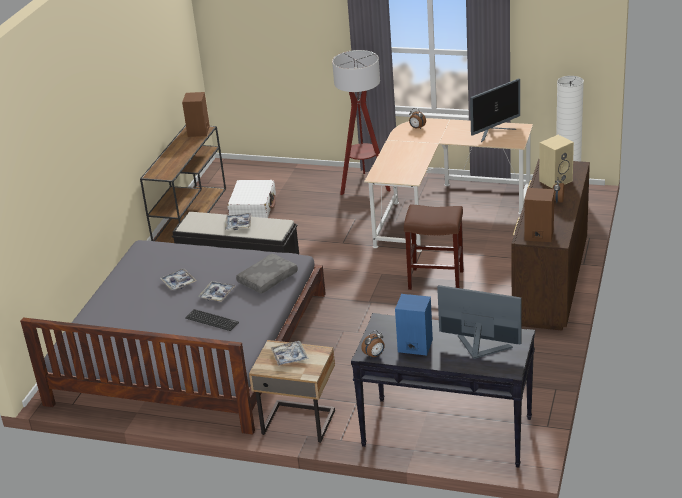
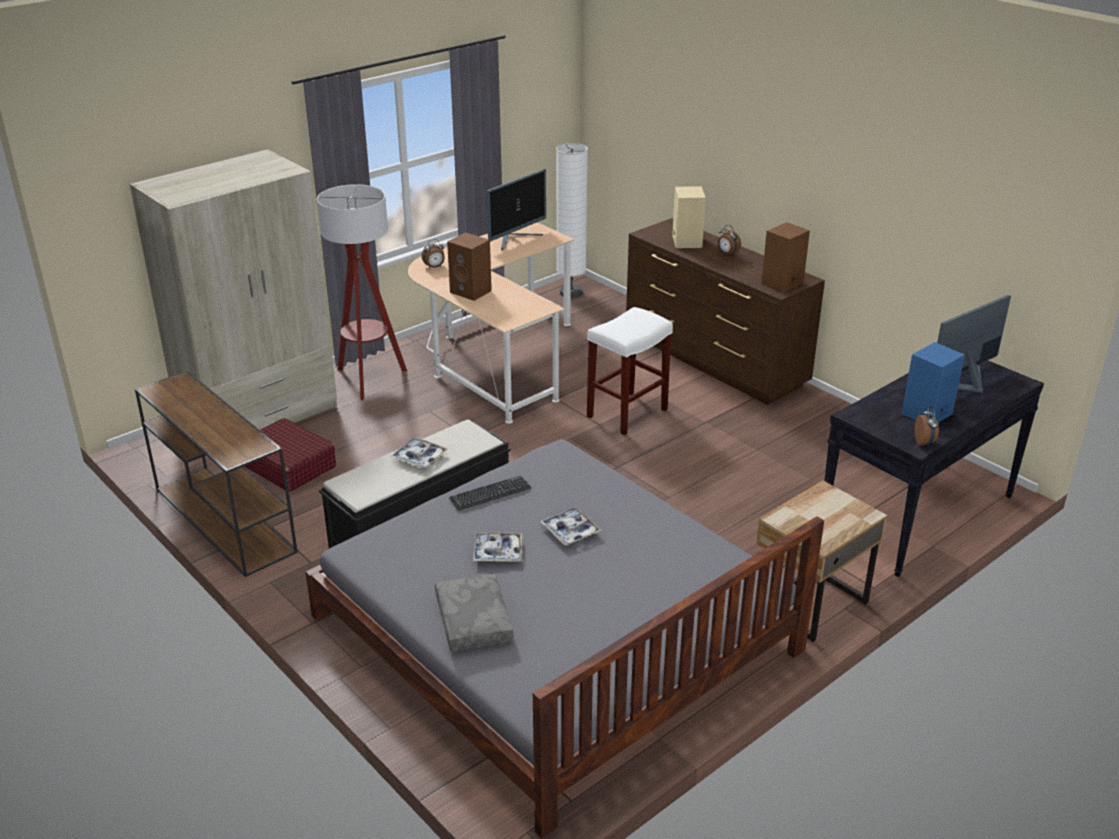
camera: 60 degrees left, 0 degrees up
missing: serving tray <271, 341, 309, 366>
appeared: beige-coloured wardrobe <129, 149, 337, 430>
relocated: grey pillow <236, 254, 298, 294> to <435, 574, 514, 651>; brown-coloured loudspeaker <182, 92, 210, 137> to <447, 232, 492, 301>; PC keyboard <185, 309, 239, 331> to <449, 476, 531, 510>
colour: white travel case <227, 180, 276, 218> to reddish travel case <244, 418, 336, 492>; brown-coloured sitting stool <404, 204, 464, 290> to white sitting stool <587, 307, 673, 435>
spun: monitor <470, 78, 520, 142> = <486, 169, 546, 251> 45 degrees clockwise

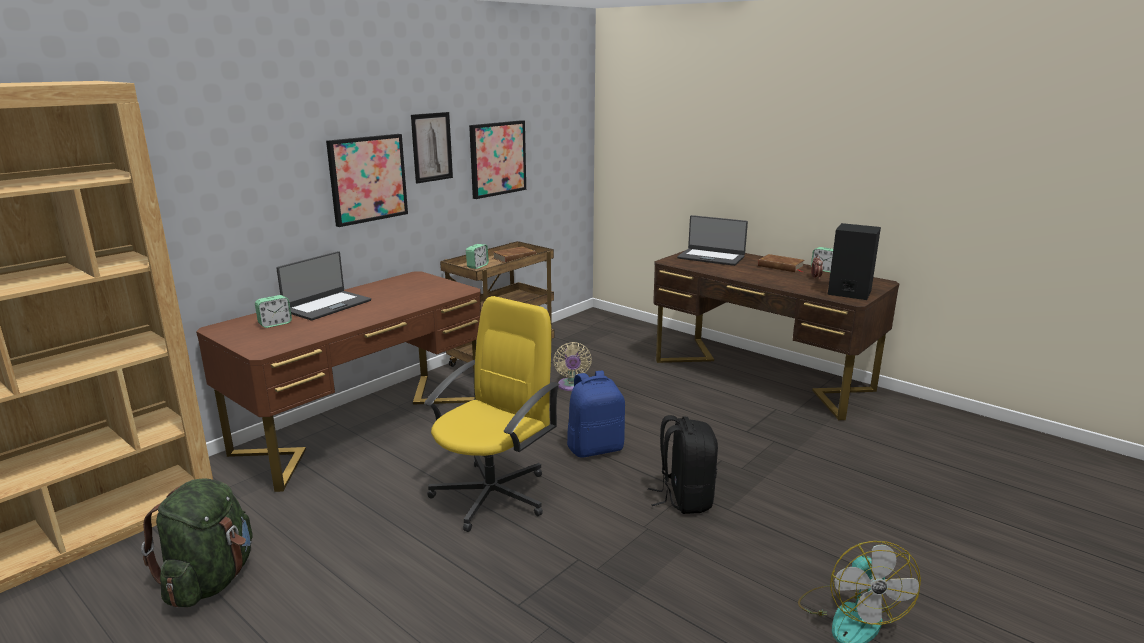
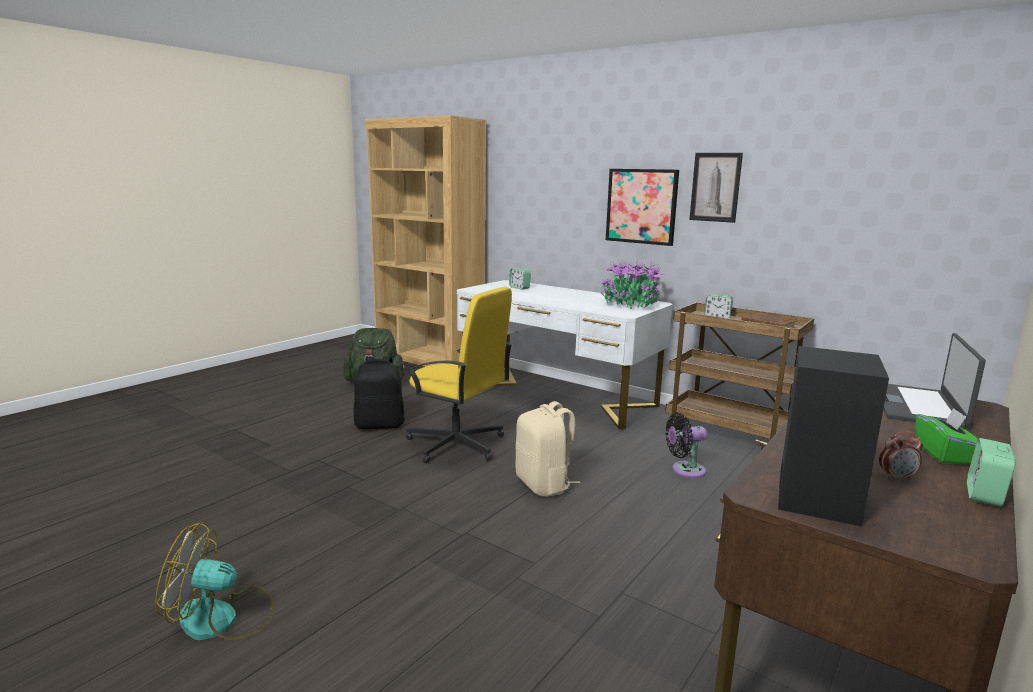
camera: 85 degrees right, 5 degrees down
missing: notebook computer <276, 251, 371, 321>; wall picture <469, 120, 526, 199>
appeared: plant in a pot <599, 259, 665, 309>
relocated: blackish backpack <648, 415, 718, 514> to <354, 357, 405, 429>
exchanged: brown-coloured bound book <758, 254, 804, 272> to greenish box of tissues <916, 408, 978, 465>
colour: brown-coloured desk table <196, 271, 481, 492> to white desk table <457, 280, 673, 430>; blue backpack <567, 370, 625, 458> to beige-coloured backpack <515, 401, 580, 497>; beige-coloured fan <553, 342, 592, 391> to blackish fan <665, 413, 707, 478>

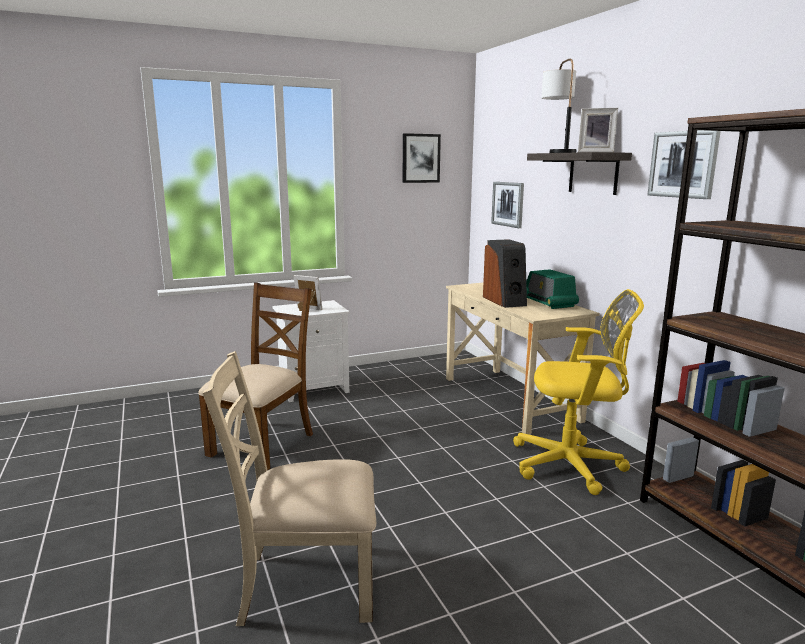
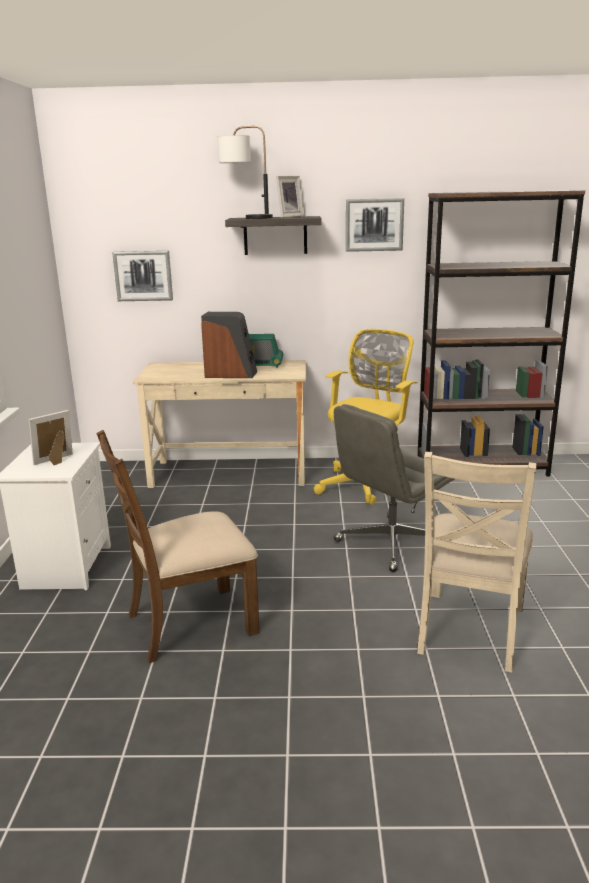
camera: 65 degrees left, 5 degrees up
missing: wall picture <403, 133, 441, 183>
appeared: grey desk chair <334, 404, 455, 572>
spun: brown-coloured chair <198, 282, 313, 471> = <96, 430, 260, 663> 75 degrees counterclockwise

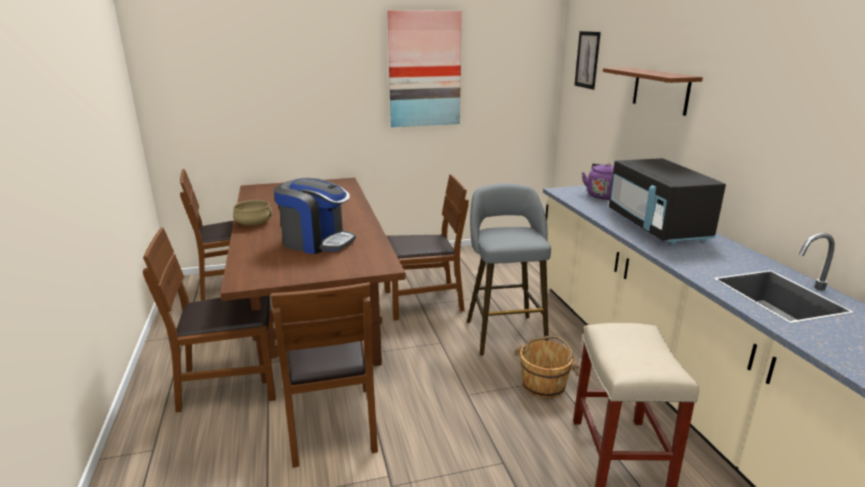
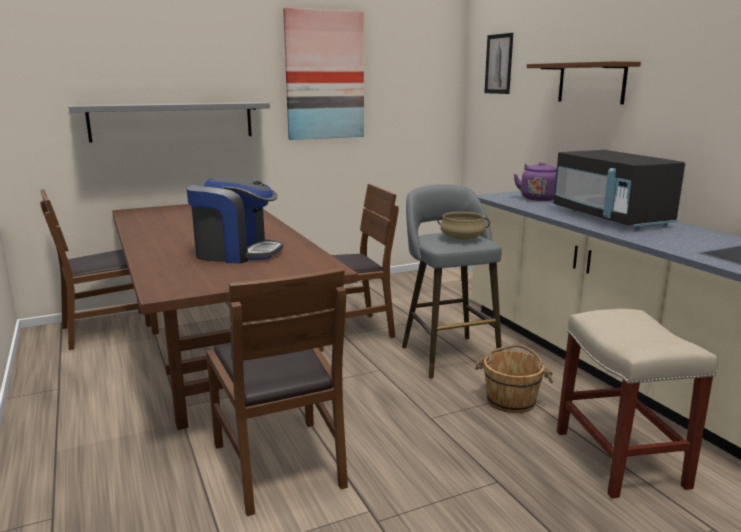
camera: 10 degrees left, 5 degrees down
missing: brown-coloured chair <143, 227, 277, 413>
appeared: grey bracket shelf <69, 102, 270, 143>
relocated: beige-coloured cooking pot <233, 200, 272, 225> to <437, 212, 490, 240>

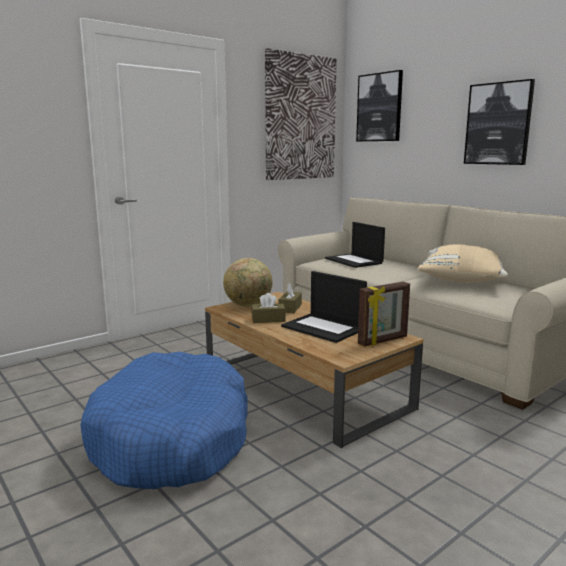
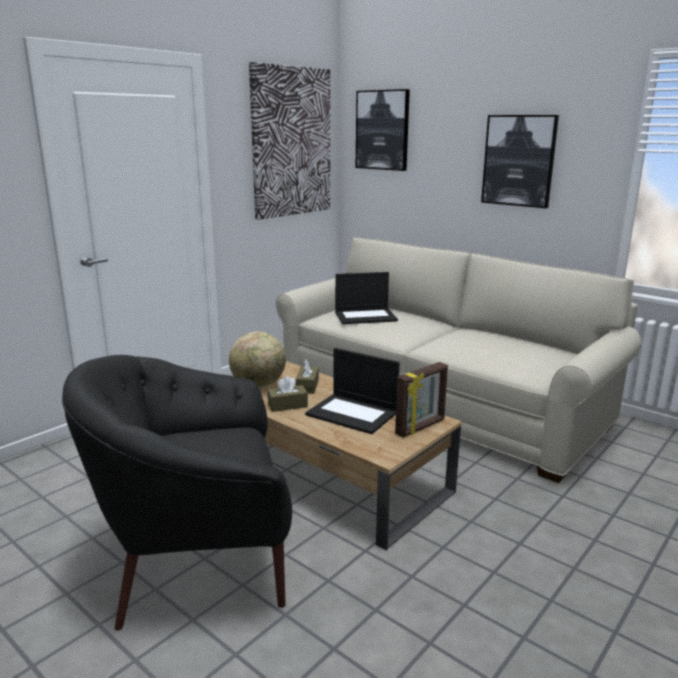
camera: 10 degrees left, 5 degrees up
missing: beige-coloured pillow <418, 244, 508, 283>
exchanged: blue pet bed <80, 352, 248, 489> to blackish armchair <62, 355, 292, 631>
spun: notebook computer <325, 222, 385, 268> = <335, 272, 398, 324> 60 degrees counterclockwise

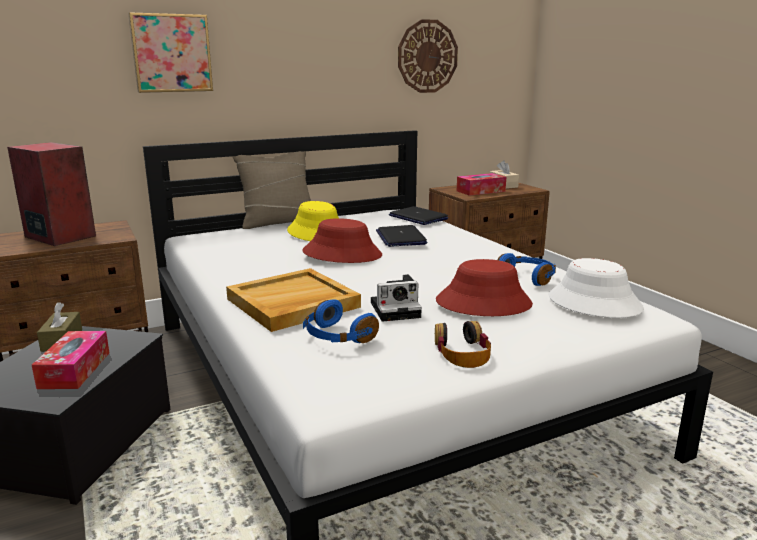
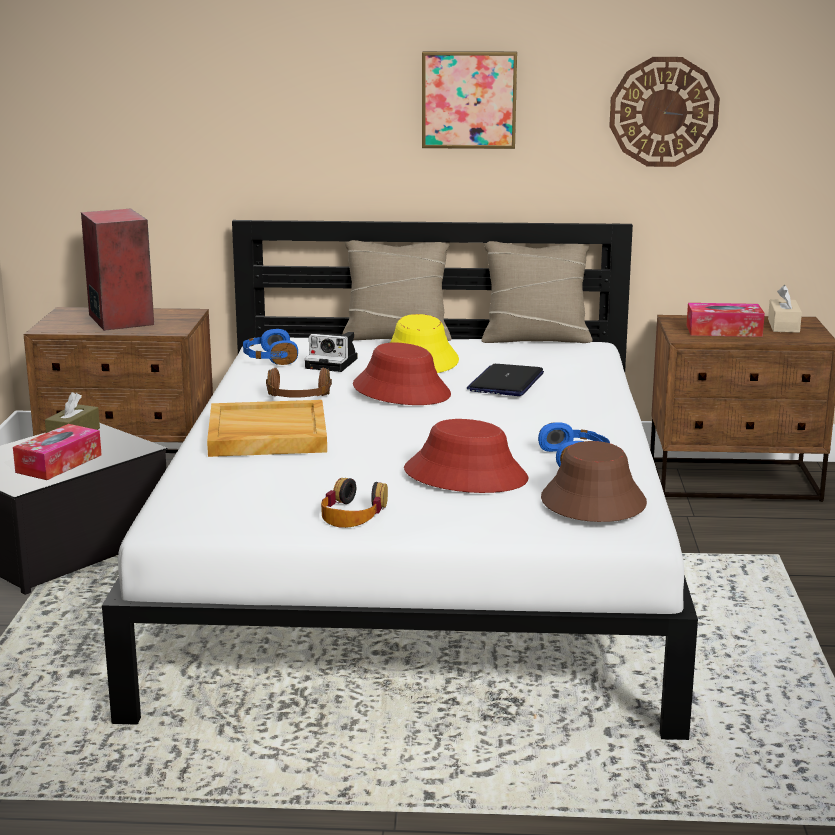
camera: 30 degrees right, 0 degrees up
missing: notebook computer <389, 206, 449, 225>
appeared: brown-coloured headphones <266, 368, 332, 397>; beige-coloured pillow <481, 241, 593, 343>
relocated: blue headphones <303, 300, 379, 343> to <243, 329, 298, 365>; photo camera <371, 274, 422, 322> to <305, 332, 358, 372>; wall picture <128, 12, 213, 93> to <422, 51, 517, 149>
colour: white hat <549, 258, 644, 318> to brown-coloured hat <541, 441, 647, 522>

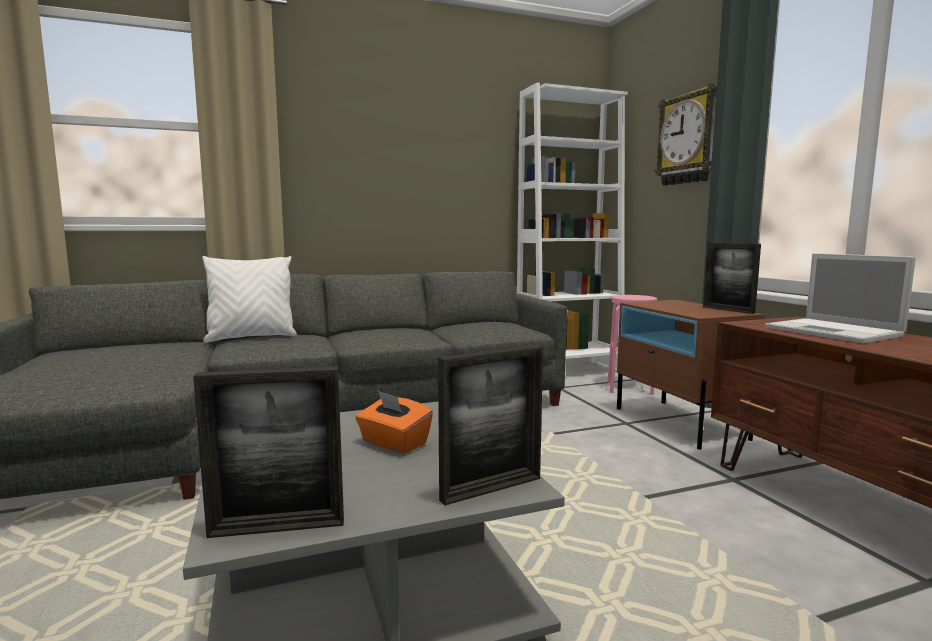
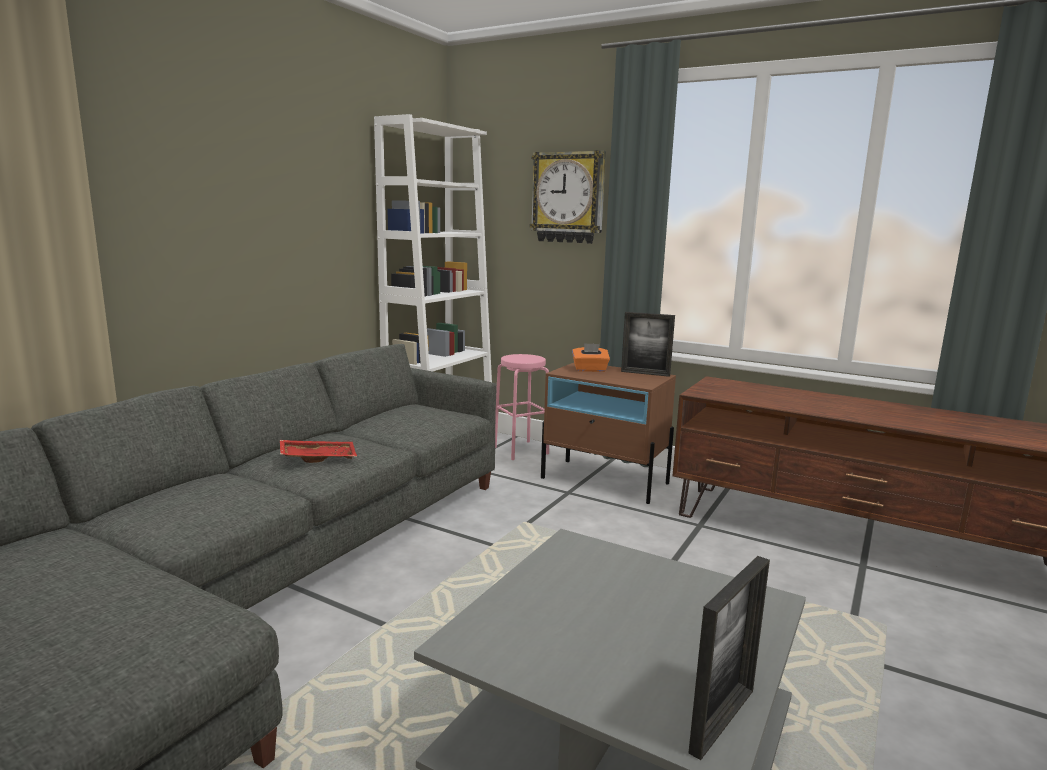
camera: 40 degrees left, 5 degrees up
missing: white pillow <202, 256, 297, 343>; picture frame <438, 345, 543, 505>; notebook computer <765, 253, 916, 343>
appeared: reddish serving tray <280, 440, 357, 463>
relocated: orange-coloured box of tissues <355, 391, 433, 454> to <572, 343, 610, 372>

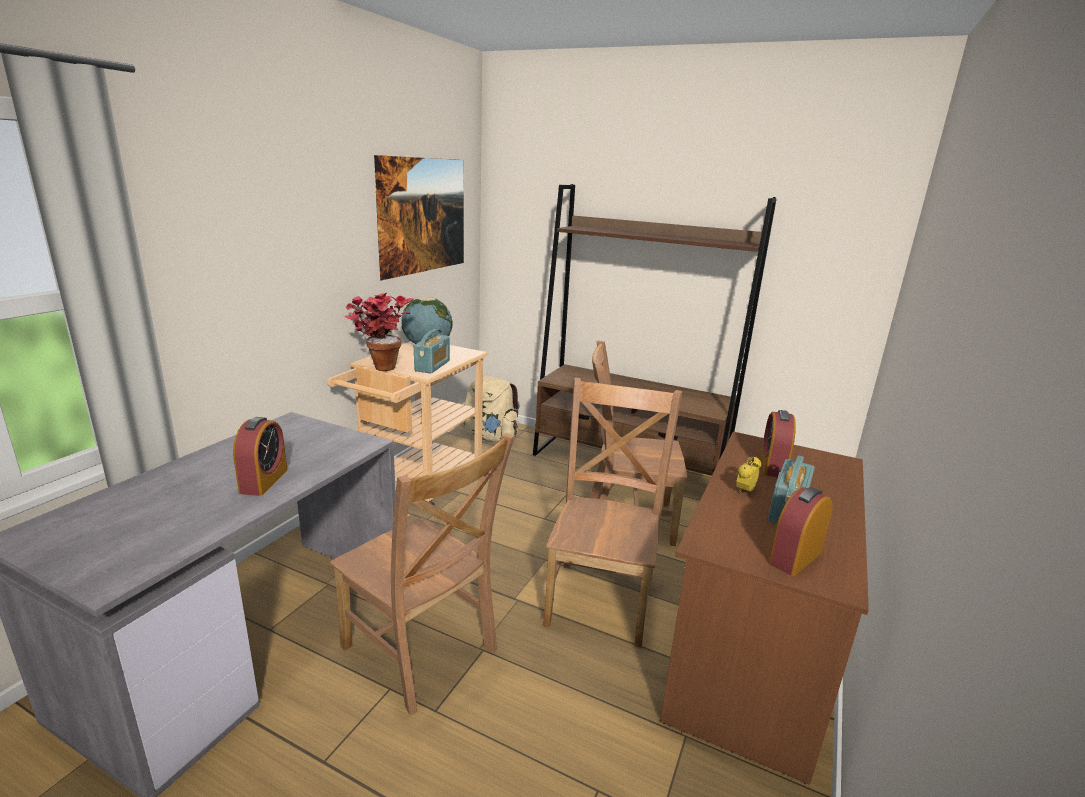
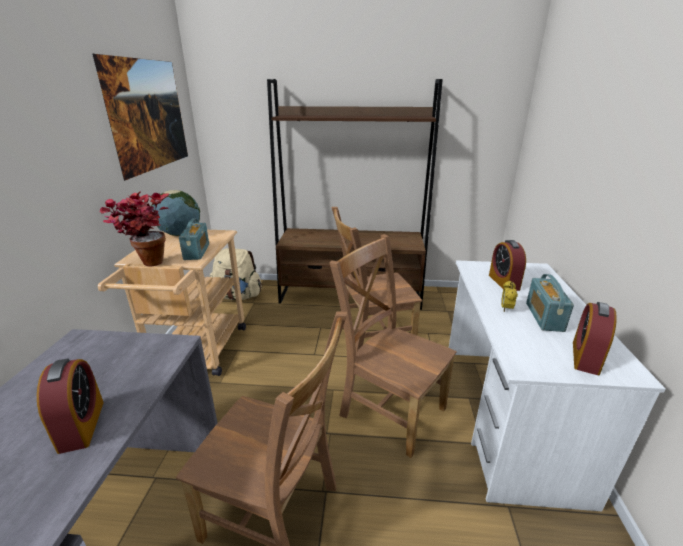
camera: 20 degrees left, 5 degrees up
colour: brown-coloured desk table <660, 432, 869, 785> to white desk table <449, 260, 665, 512>
spun: brown-coloured chair <543, 378, 683, 648> = <330, 234, 457, 458> 45 degrees counterclockwise

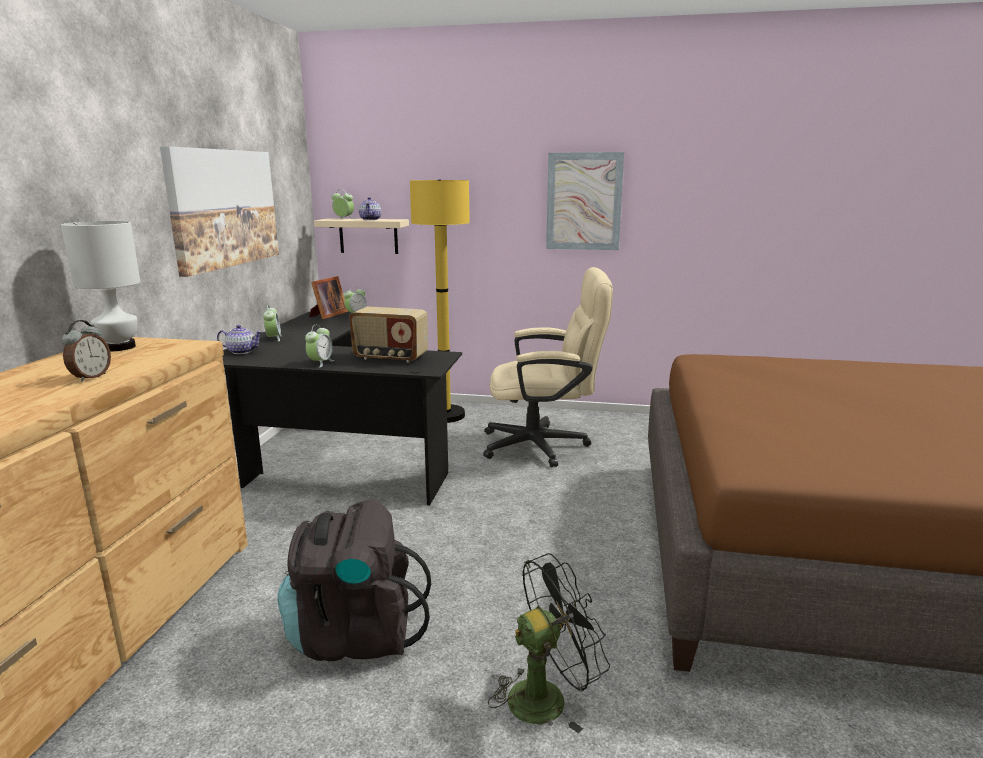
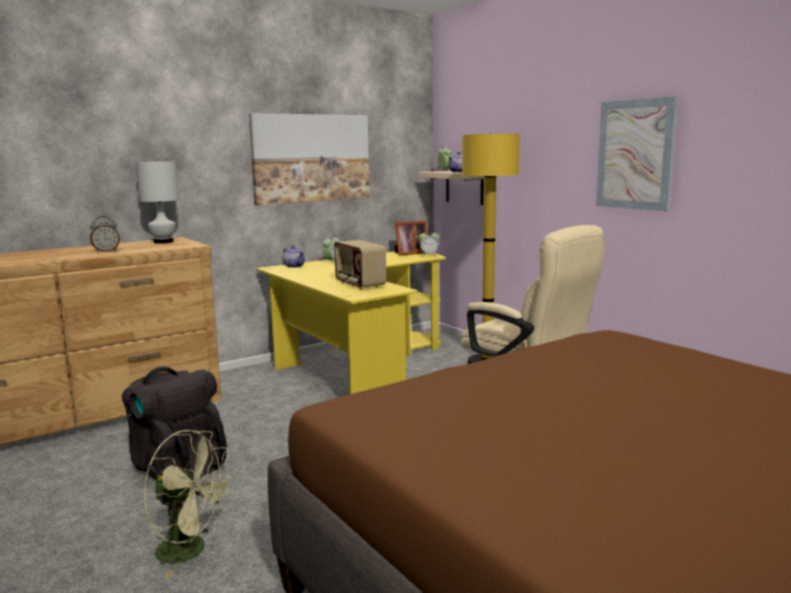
camera: 45 degrees right, 5 degrees down
missing: bedside clock <305, 324, 334, 368>
colour: blackish fan <488, 553, 610, 733> to greenish fan <143, 430, 235, 578>; blackish desk table <222, 311, 462, 505> to yellowish desk table <256, 251, 446, 394>

